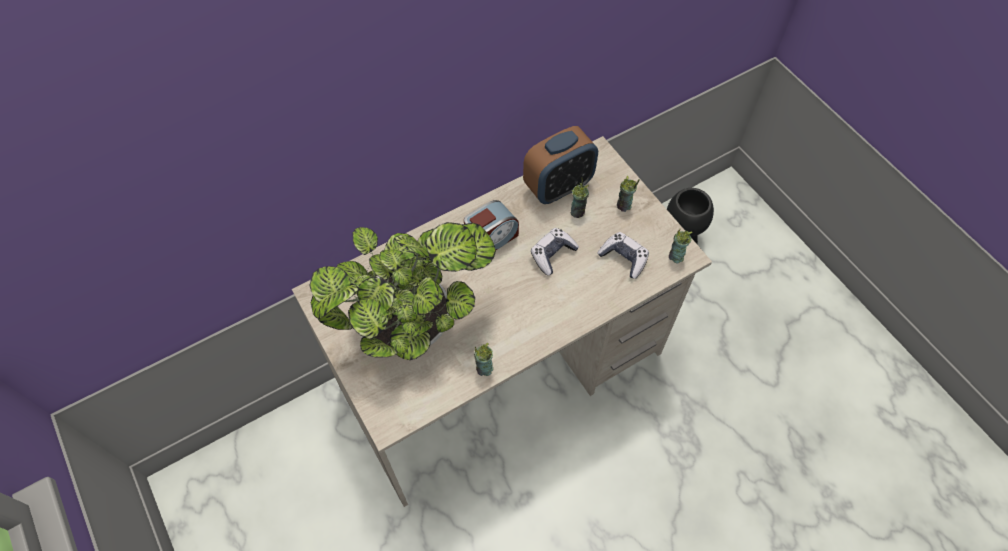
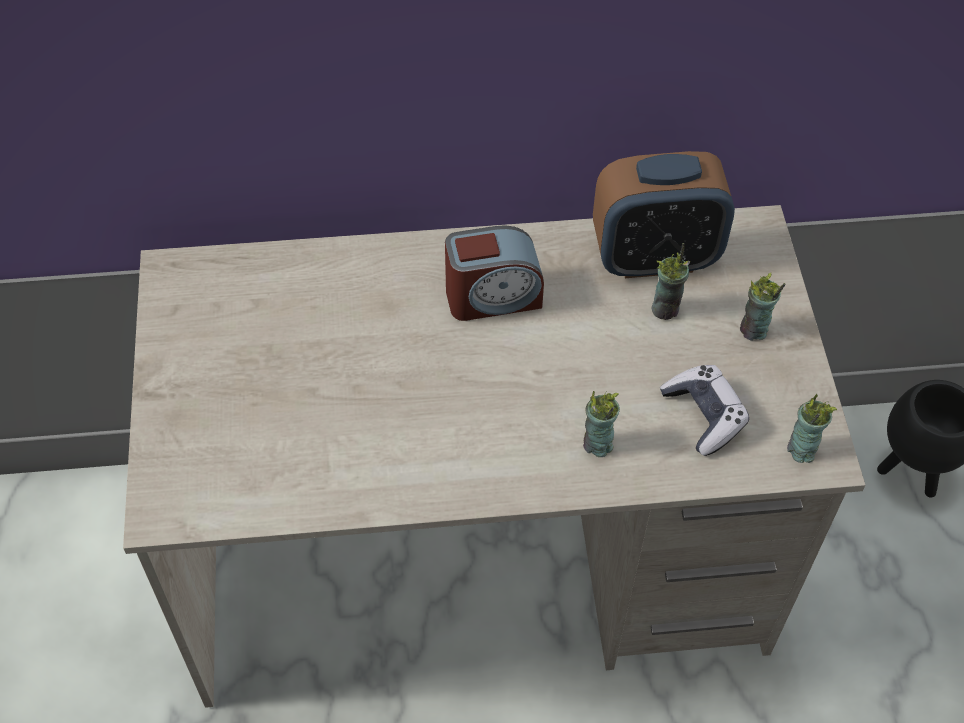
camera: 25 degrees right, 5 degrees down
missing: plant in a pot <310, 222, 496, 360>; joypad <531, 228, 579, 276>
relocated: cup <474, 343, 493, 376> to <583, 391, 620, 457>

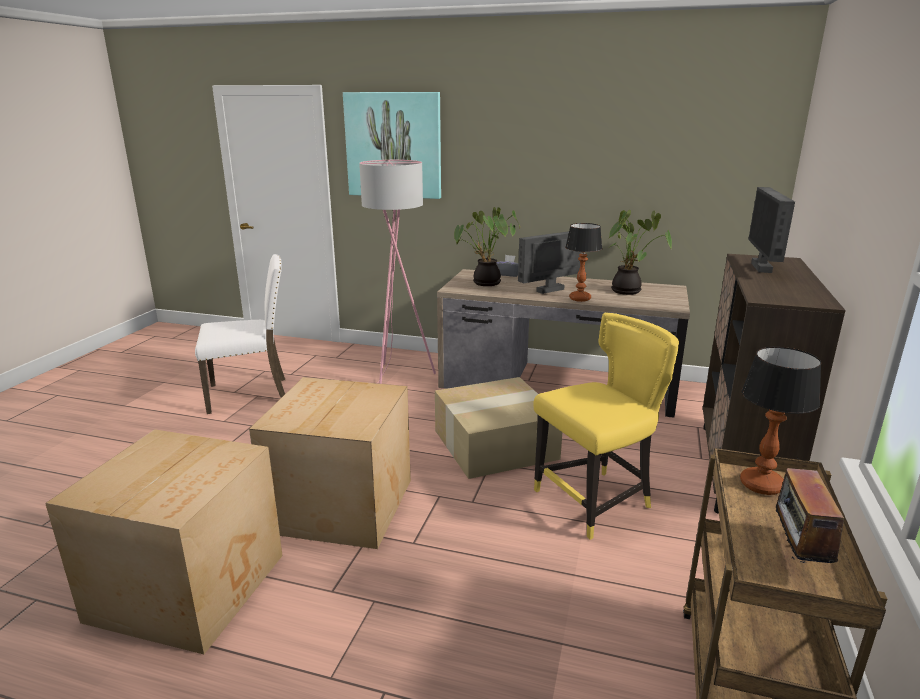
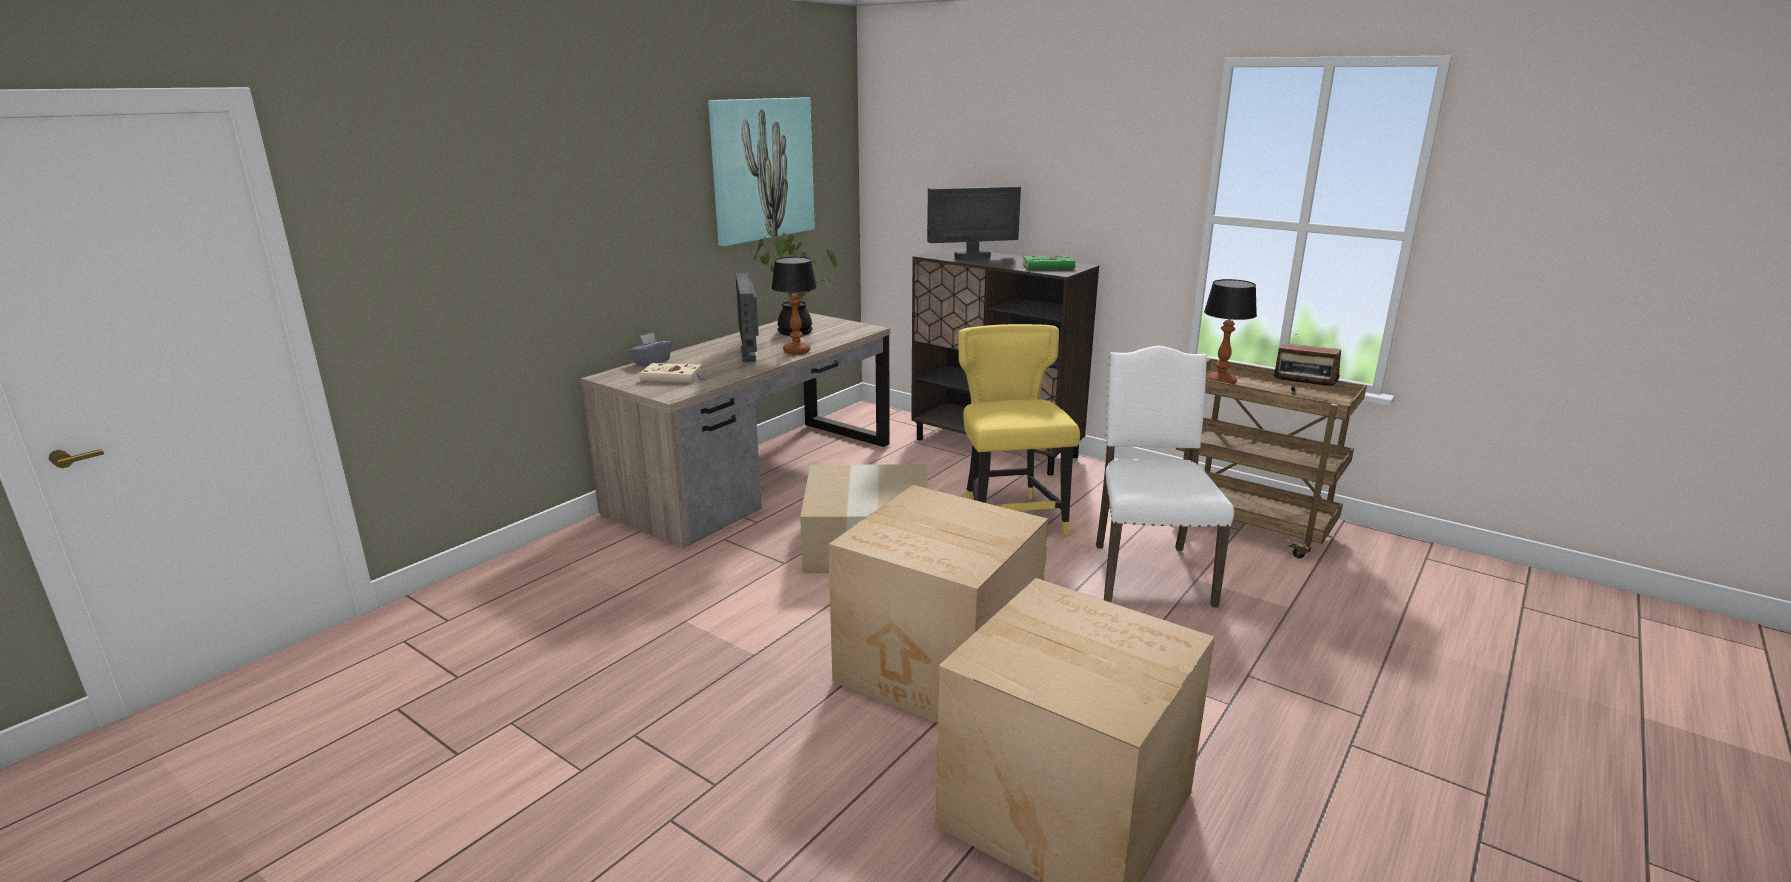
camera: 70 degrees left, 0 degrees up
missing: pinkish standard lamp <359, 160, 436, 384>
appeared: greenish bound book <1022, 255, 1078, 269>
relocated: wall picture <343, 92, 441, 199> to <708, 97, 815, 246>; white chair <195, 254, 285, 414> to <1096, 346, 1234, 607>
exchanged: plant in a pot <454, 207, 520, 286> to beige-coloured bound book <640, 363, 706, 383>
spun: monitor <748, 187, 795, 273> = <927, 186, 1021, 260> 135 degrees clockwise

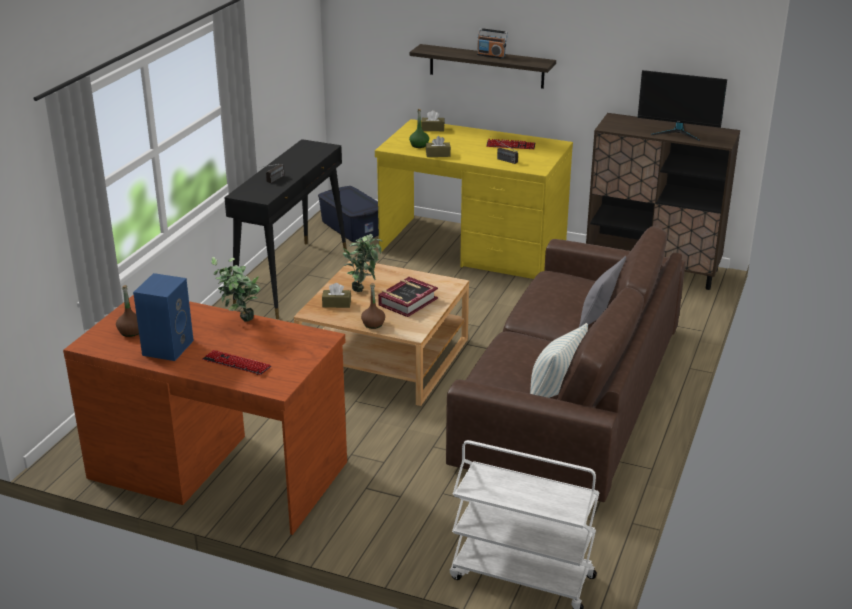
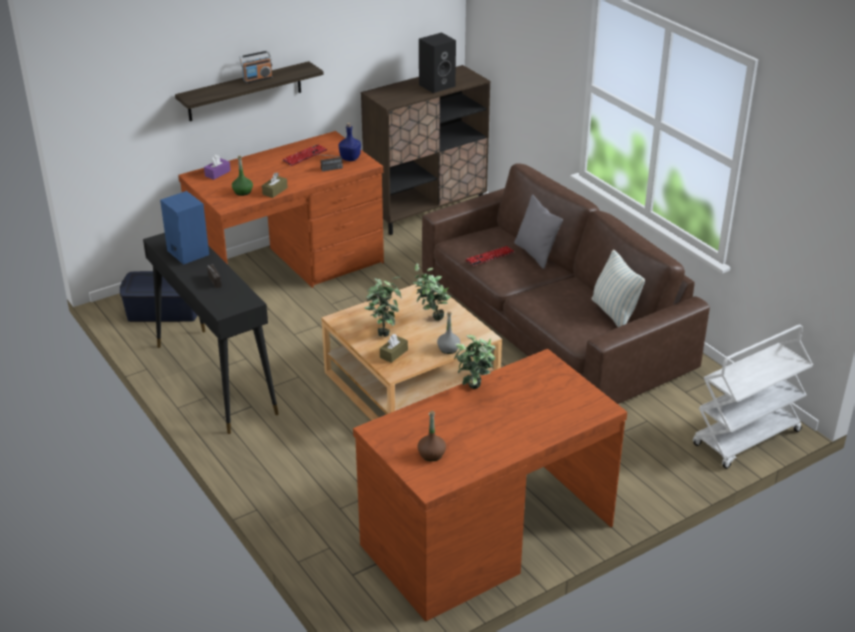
camera: 55 degrees left, 5 degrees up
appeared: blue drink bottle <339, 123, 361, 161>
relocated: blue loudspeaker <133, 273, 194, 361> to <160, 191, 209, 265>; PC keyboard <202, 350, 271, 375> to <465, 246, 515, 266>
exchanged: bound book <378, 277, 438, 317> to plant in a pot <413, 263, 451, 321>; monitor <638, 70, 727, 141> to blackish loudspeaker <419, 33, 456, 93>
colour: yellowish desk table <375, 119, 573, 279> to brown-coloured desk table <178, 131, 384, 288>; brown-coloured box of tissues <421, 110, 445, 131> to purple-coloured box of tissues <204, 155, 231, 180>; brown-coloured drink bottle <361, 283, 385, 329> to grey drink bottle <437, 311, 461, 354>

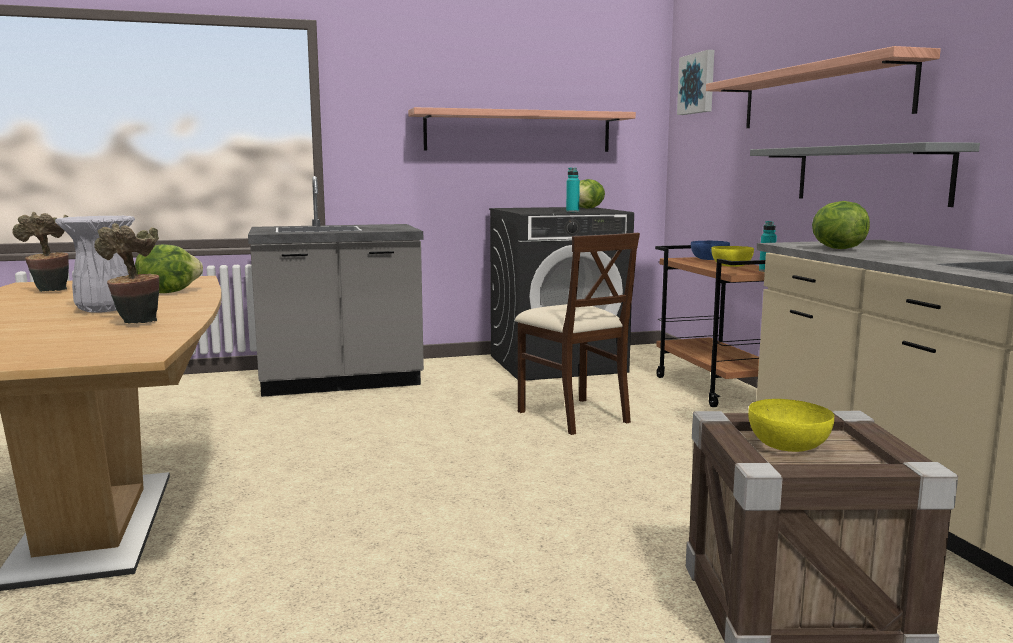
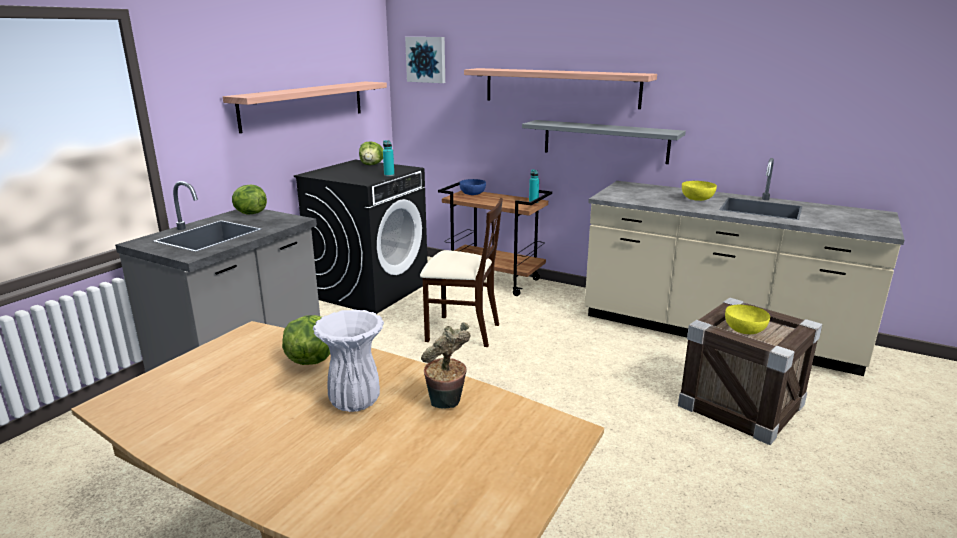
camera: 45 degrees left, 10 degrees up
missing: plant in a pot <12, 212, 69, 292>
relocated: head of lettuce <812, 201, 870, 249> to <232, 185, 267, 215>; yellowish bowl <711, 246, 754, 267> to <682, 181, 717, 201>

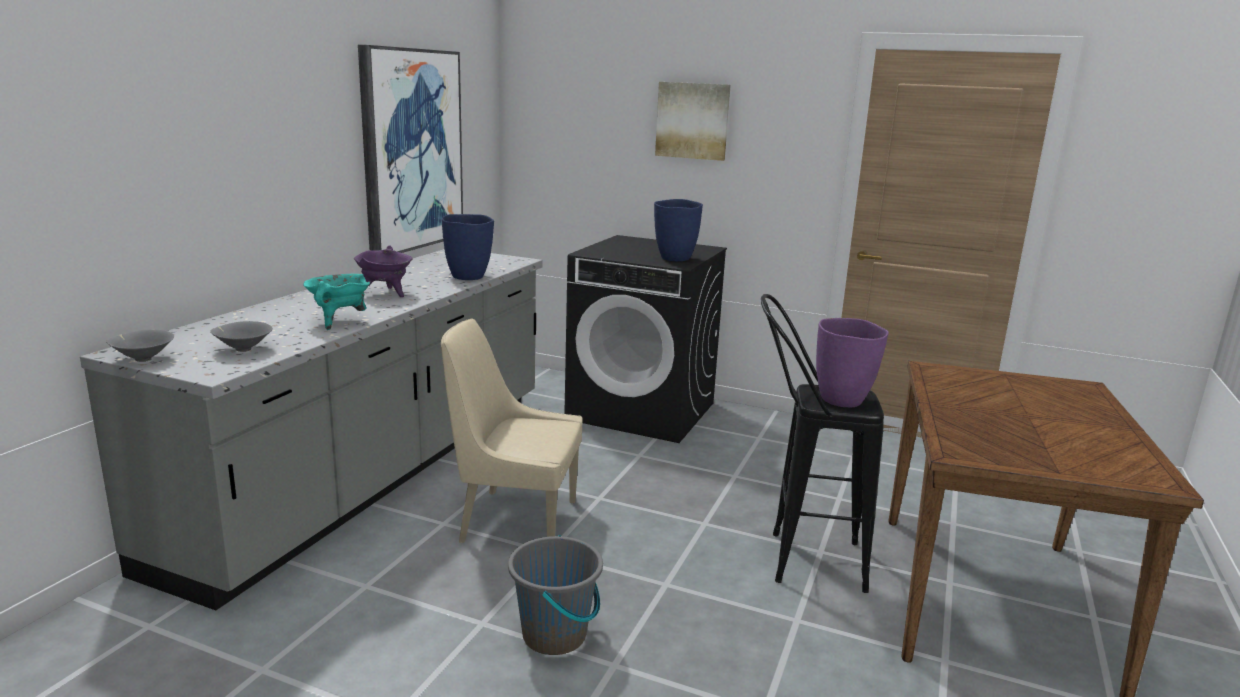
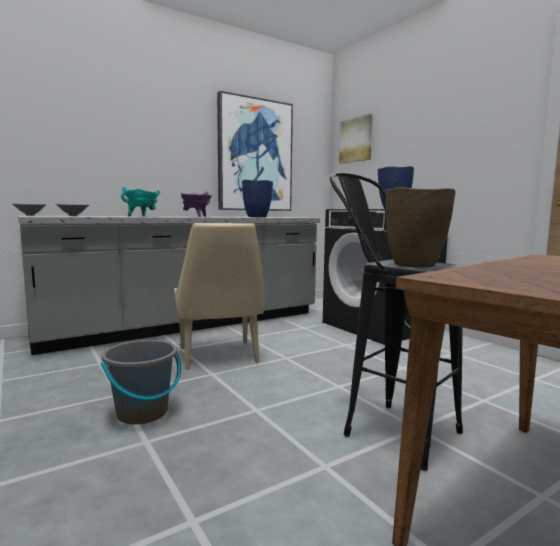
camera: 35 degrees right, 10 degrees down
relocated: wall picture <655, 82, 731, 161> to <339, 114, 373, 164>
colour: purple-coloured decorative vase <816, 318, 889, 407> to brown-coloured decorative vase <386, 188, 455, 268>
spun: beige-coloured chair <441, 318, 583, 543> = <174, 223, 265, 369> 150 degrees counterclockwise

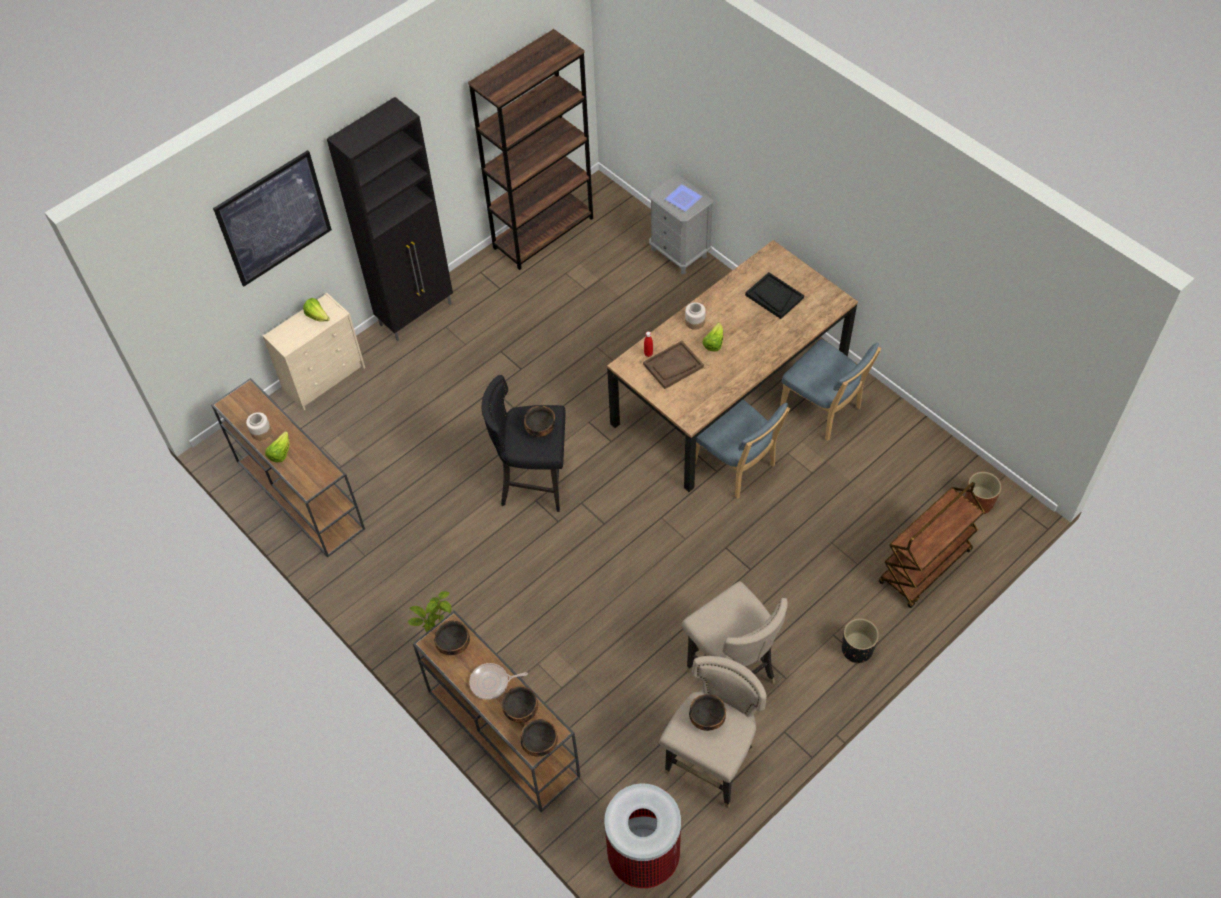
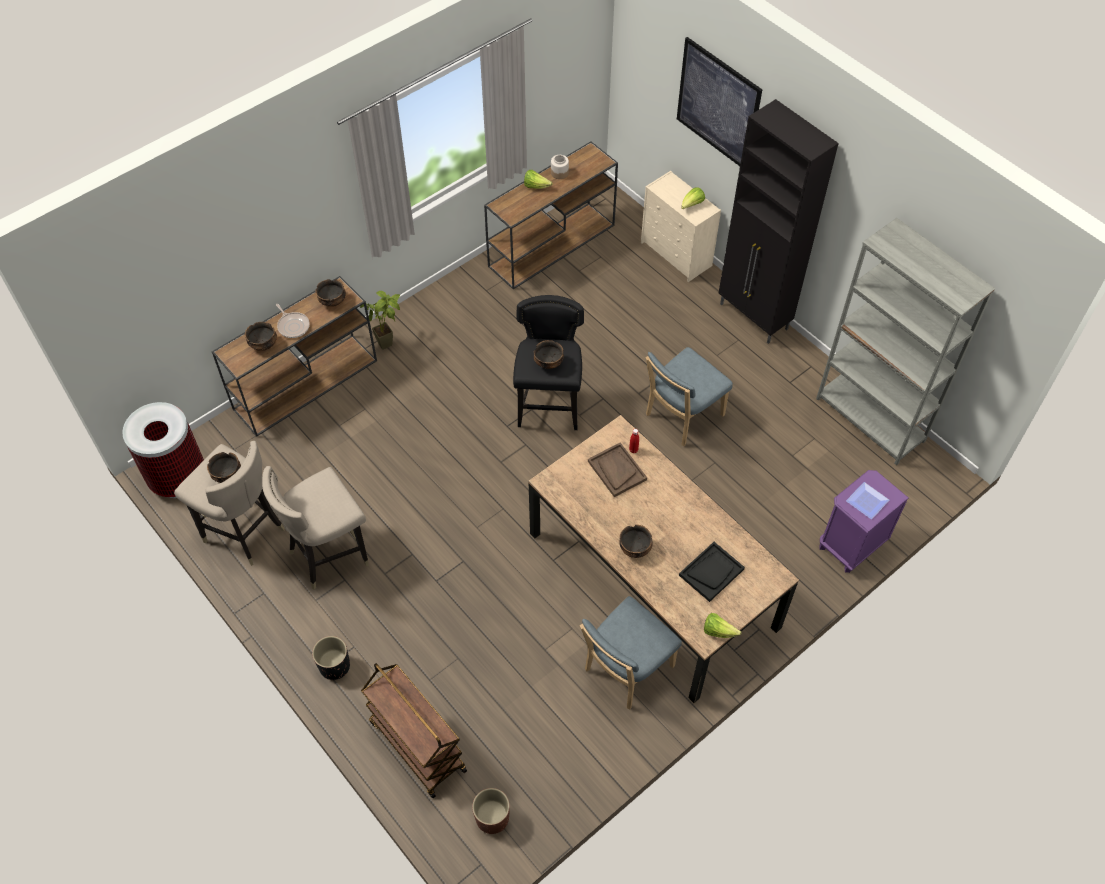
camera: 90 degrees right, 0 degrees up
missing: storage jar <685, 302, 706, 330>
relocated: bowl <521, 719, 558, 756> to <620, 525, 652, 558>; blue chair <695, 399, 790, 499> to <645, 347, 733, 446>; head of lettuce <702, 322, 723, 351> to <704, 613, 741, 638>
colour: brown-coloured bookshelf <468, 29, 593, 270> to grey bookshelf <816, 218, 995, 466>; grey night table <649, 174, 714, 274> to purple-coloured night table <819, 470, 909, 573>
spun: skillet <469, 663, 528, 700> = <276, 304, 310, 338> 150 degrees clockwise

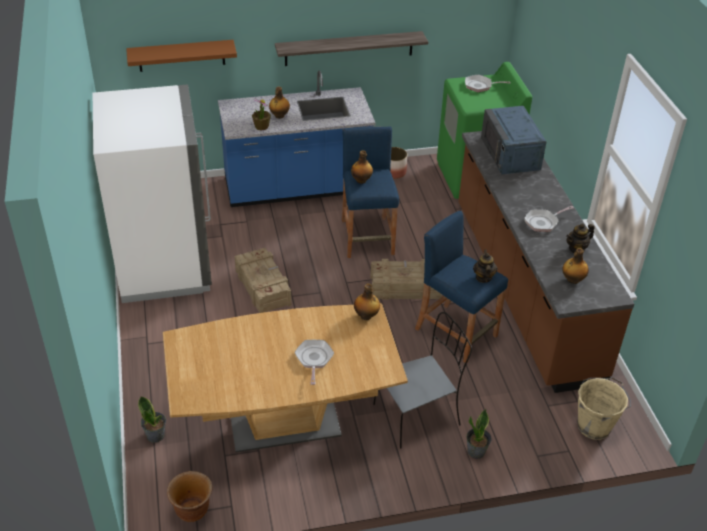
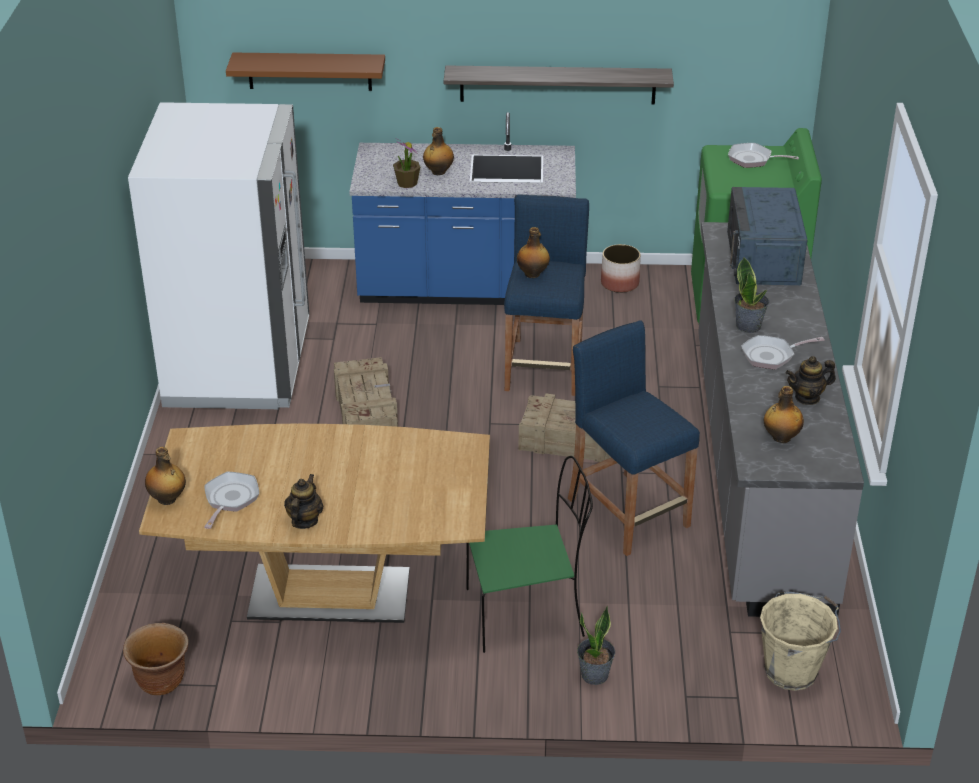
camera: 15 degrees right, 5 degrees down
relocated: drink bottle <354, 283, 380, 320> to <145, 447, 186, 505>; skillet <294, 340, 334, 385> to <204, 472, 259, 529>; teapot <473, 249, 498, 283> to <284, 474, 323, 529>; plant in a pot <138, 396, 166, 443> to <734, 257, 769, 333>
colour: grey chair <373, 312, 472, 449> to greenish chair <466, 456, 593, 653>; brown-coloured counter <458, 131, 634, 393> to grey counter <698, 222, 864, 617>

